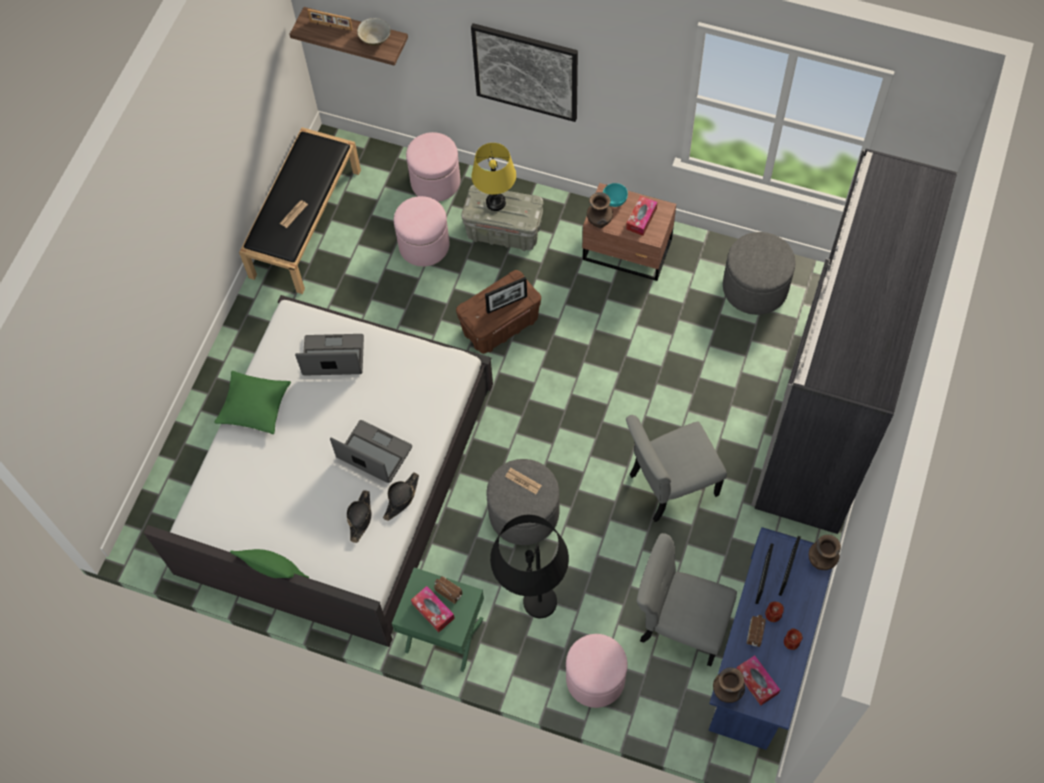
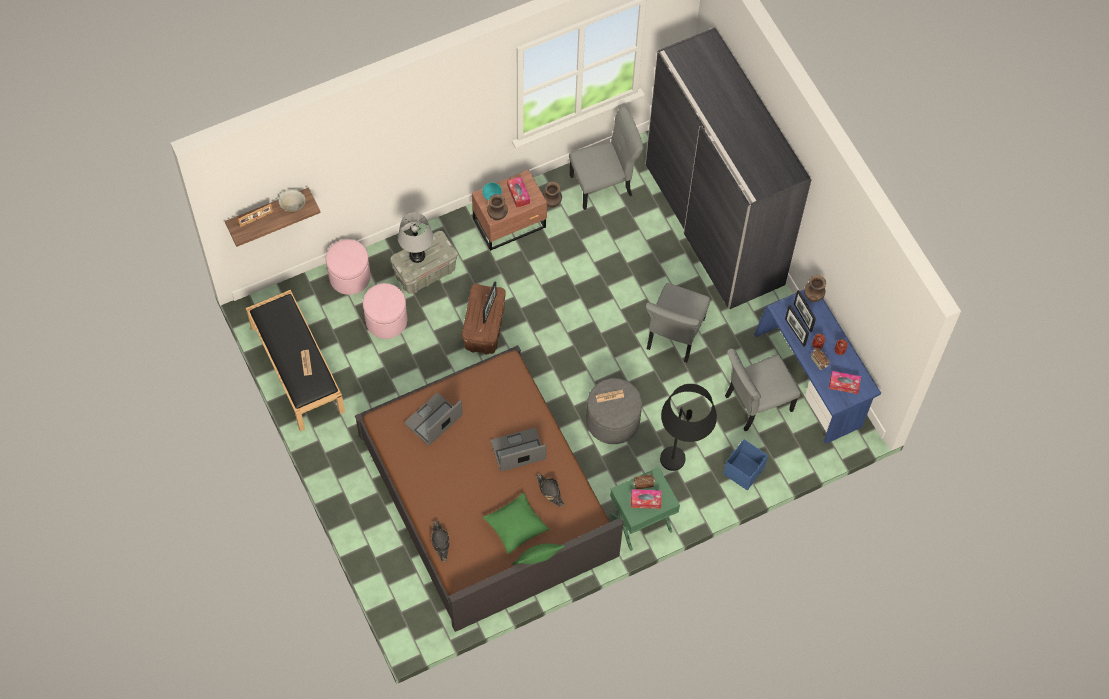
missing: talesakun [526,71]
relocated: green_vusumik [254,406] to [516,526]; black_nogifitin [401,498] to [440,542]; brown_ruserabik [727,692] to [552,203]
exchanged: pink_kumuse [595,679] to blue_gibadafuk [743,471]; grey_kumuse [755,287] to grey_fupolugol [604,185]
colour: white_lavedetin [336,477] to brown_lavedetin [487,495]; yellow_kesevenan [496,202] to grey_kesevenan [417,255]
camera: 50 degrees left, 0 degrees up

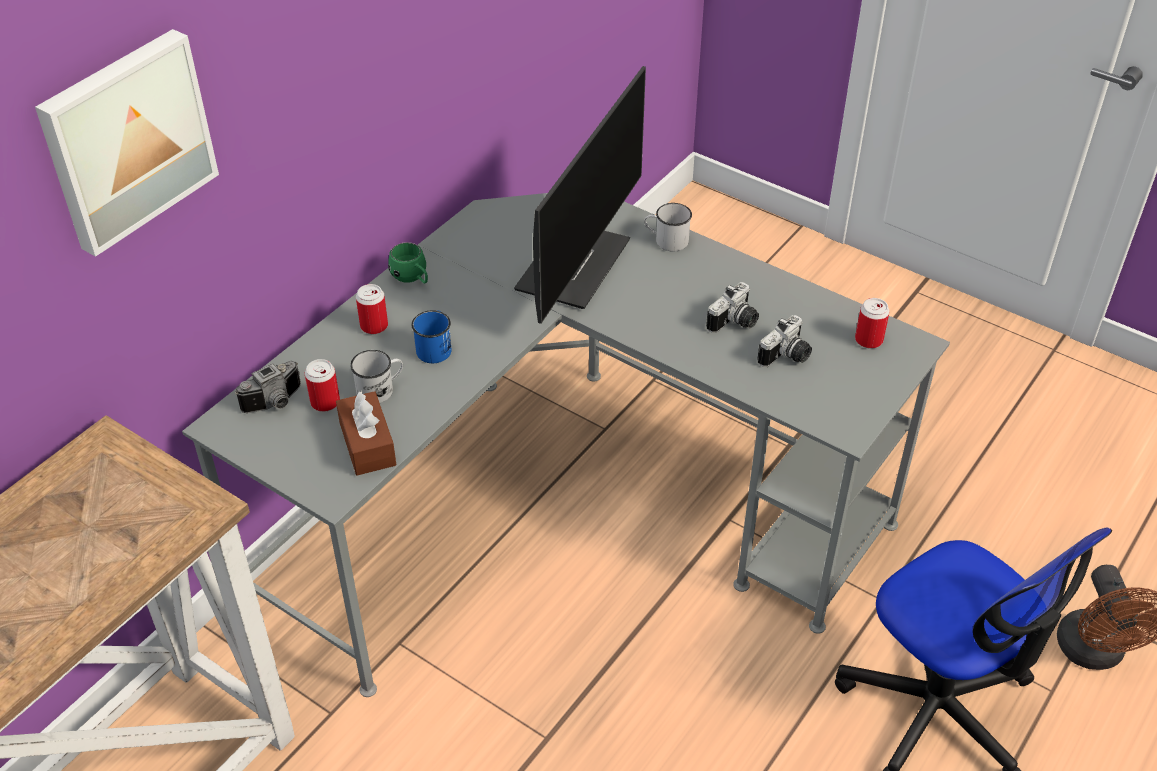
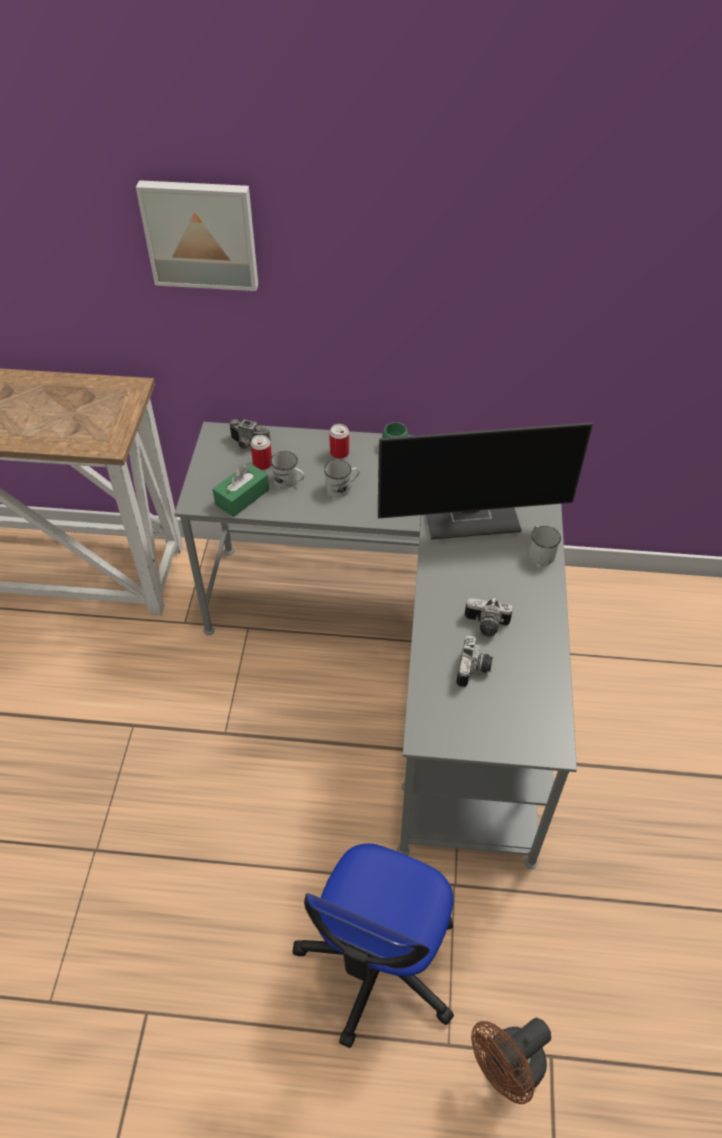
missing: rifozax [868,340]
colour: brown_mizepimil [367,444] to green_mizepimil [242,497]; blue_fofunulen [435,347] to white_fofunulen [342,487]
spun: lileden [787,357] = [474,670] 90 degrees counterclockwise
camera: 60 degrees right, 5 degrees up

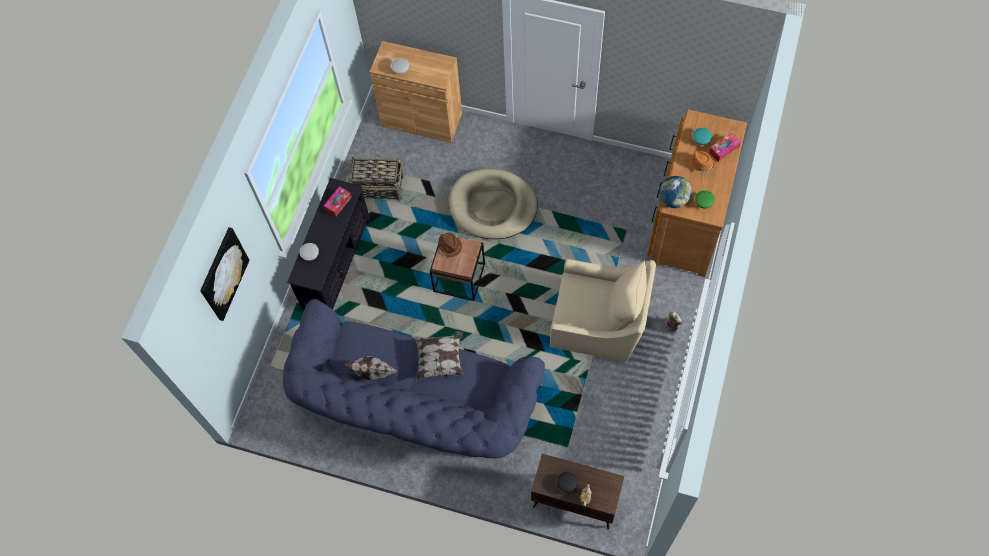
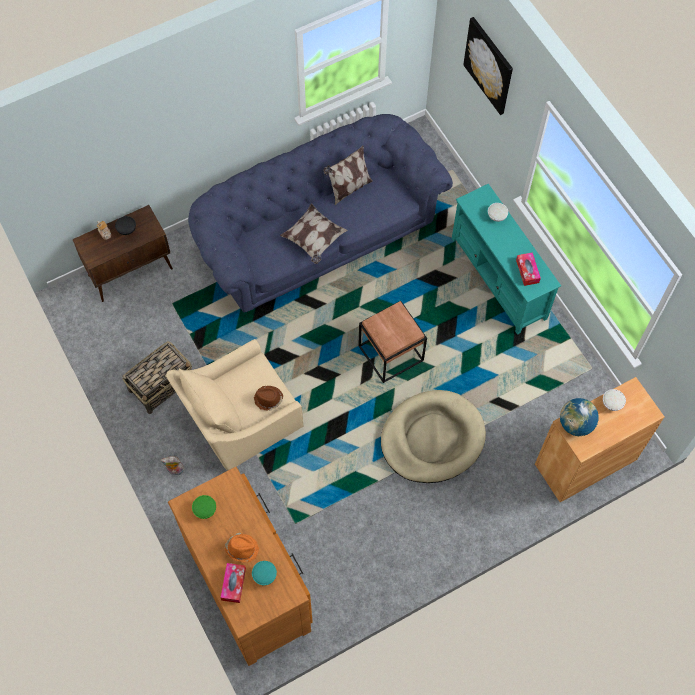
relocated: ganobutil [378,187] to [162,385]; brown_nogifitin [450,245] to [268,399]; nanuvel [673,200] to [575,424]
colour: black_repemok [336,263] to turquoise_repemok [499,278]
camera: 130 degrees right, 0 degrees up

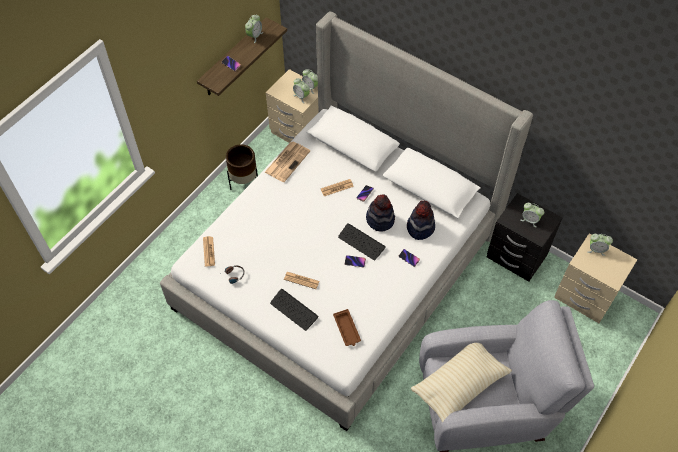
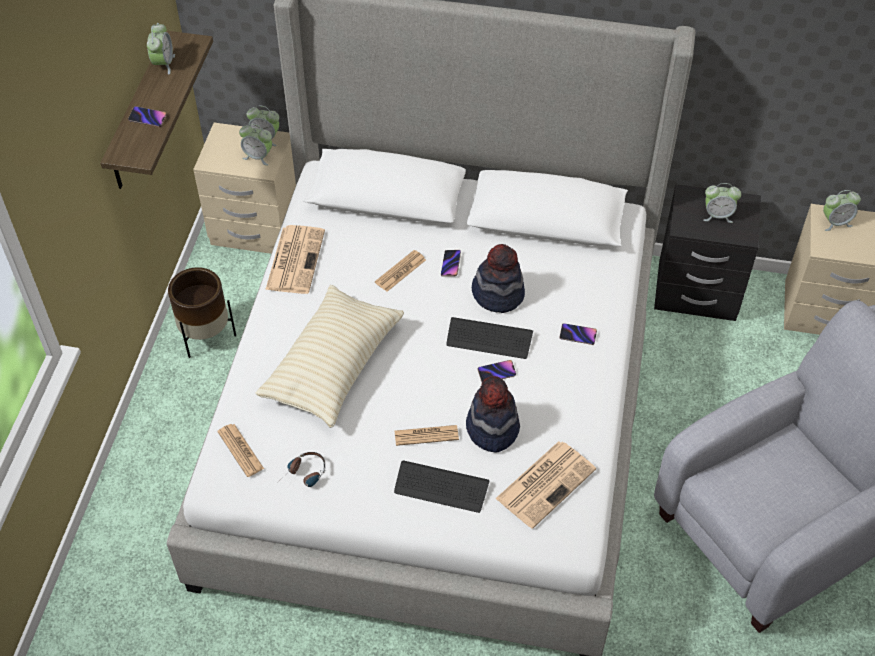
relocated: nogifitin [420,227] to [492,428]; beige_vusumik [459,385] to [333,366]
exchanged: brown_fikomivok [347,329] to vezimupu [546,483]
camera: 25 degrees left, 5 degrees down

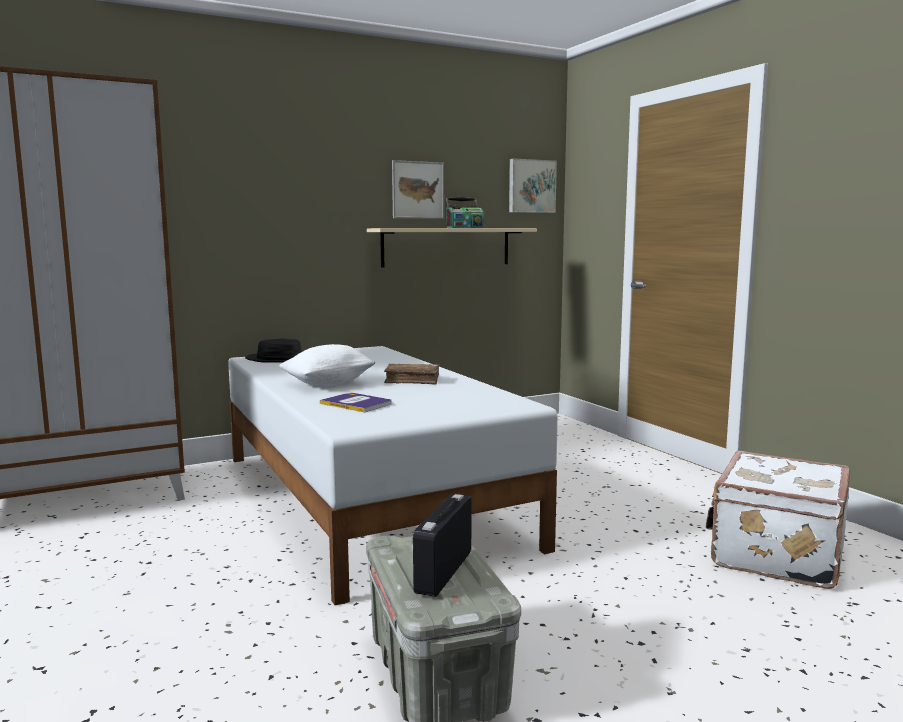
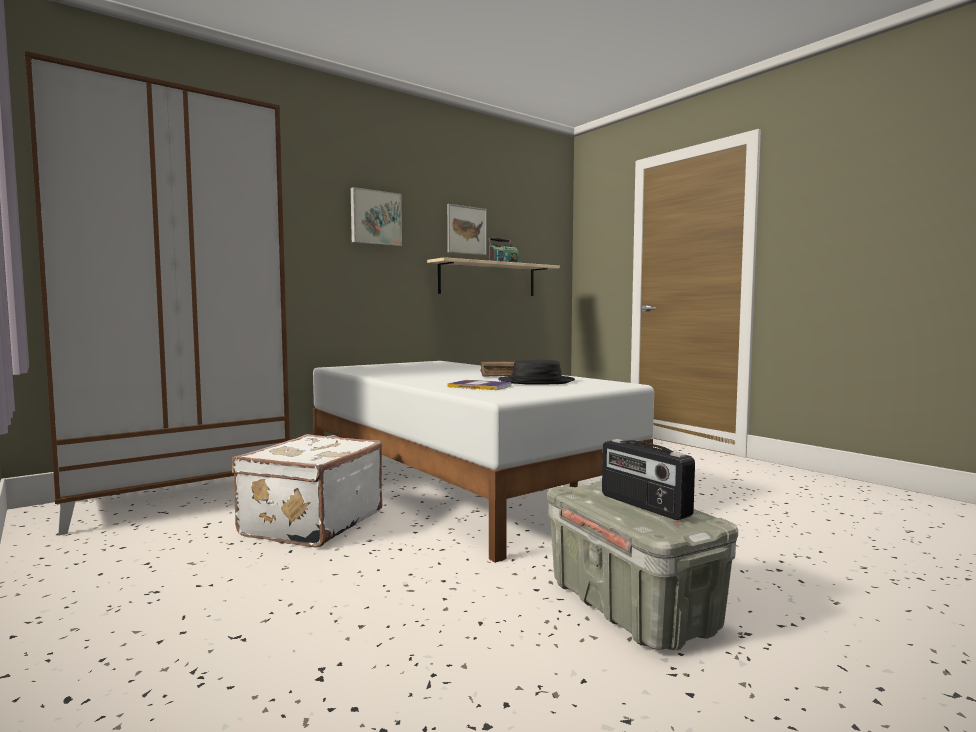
missing: white_vusumik [328,384]
relocated: black_nogifitin [279,359] to [536,381]; talesakun [531,186] to [375,218]; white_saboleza [774,554] to [310,523]
spun: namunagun [442,571] = [644,505] 45 degrees counterclockwise
camera: 10 degrees left, 5 degrees down

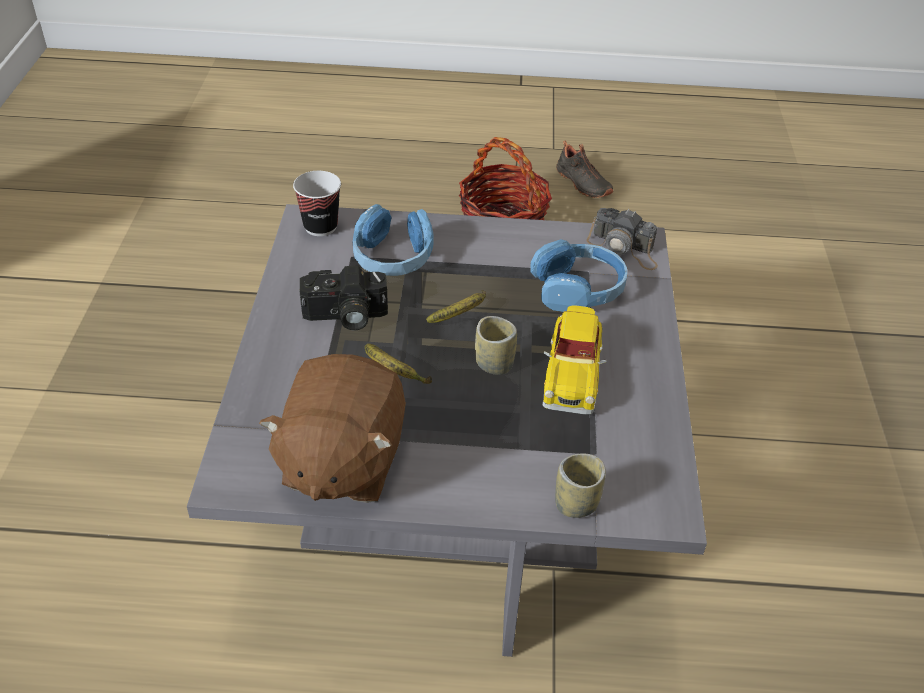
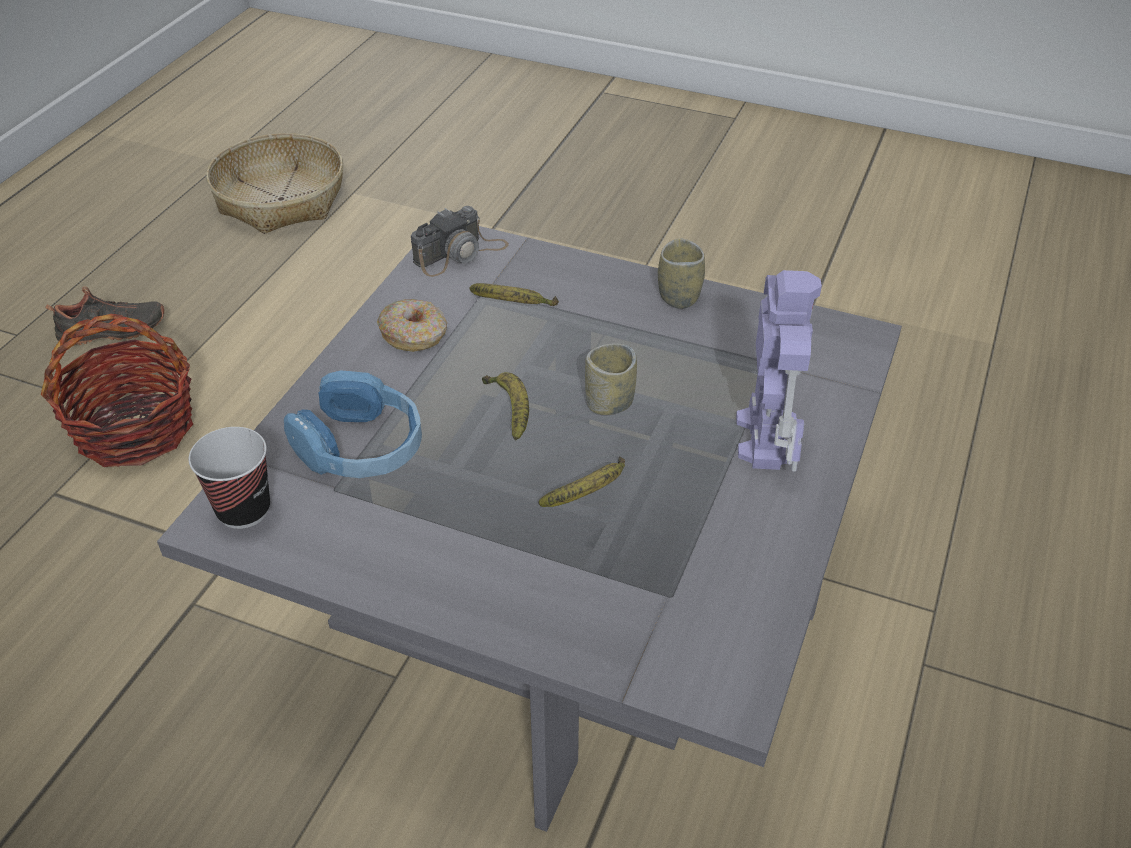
missing: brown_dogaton [341,461]; lileden [345,316]; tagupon [572,371]
appeared: ganobutil [281,199]; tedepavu [414,334]; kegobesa [767,435]
relocated: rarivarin [576,504] to [679,297]
exchanged: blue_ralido [578,289] to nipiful [512,305]
camera: 70 degrees left, 0 degrees up

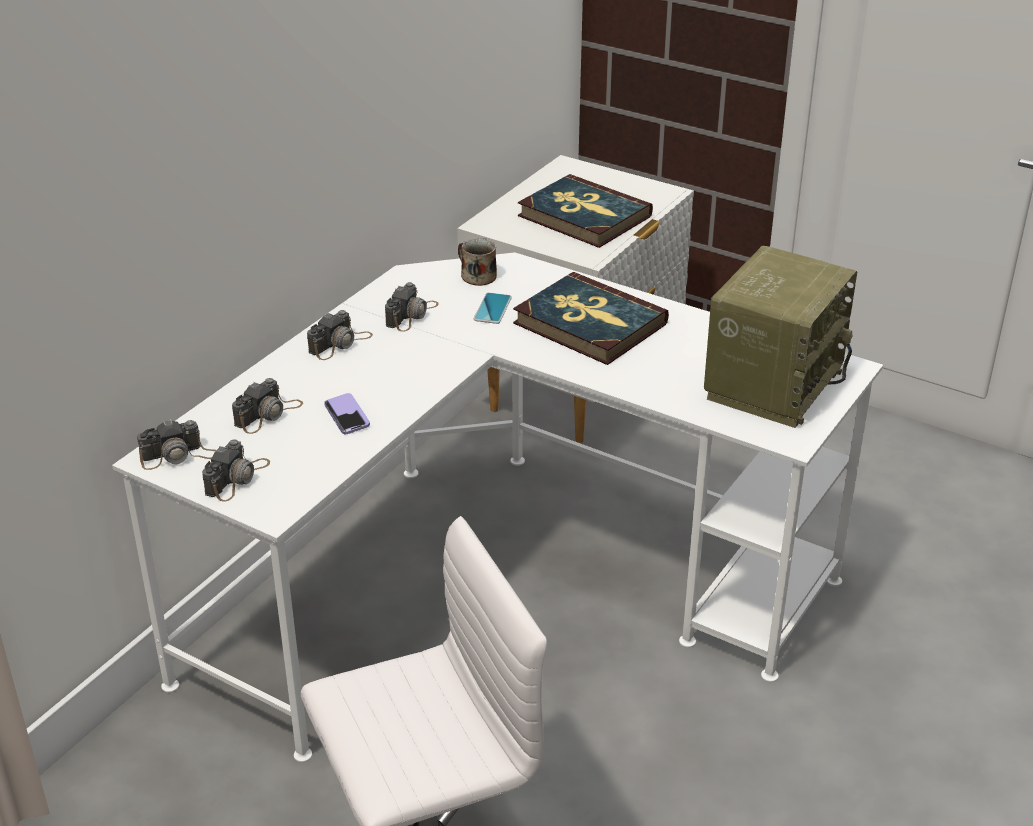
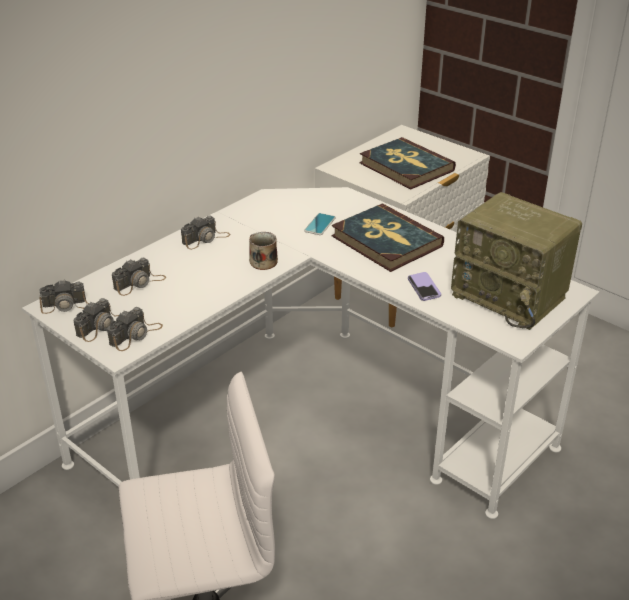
relocated: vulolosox [347,415] to [424,287]; lileden [412,314] to [136,335]; fofunulen [477,276] to [262,261]
spun: namunagun [773,382] = [511,296] 90 degrees clockwise
camera: 10 degrees right, 0 degrees up

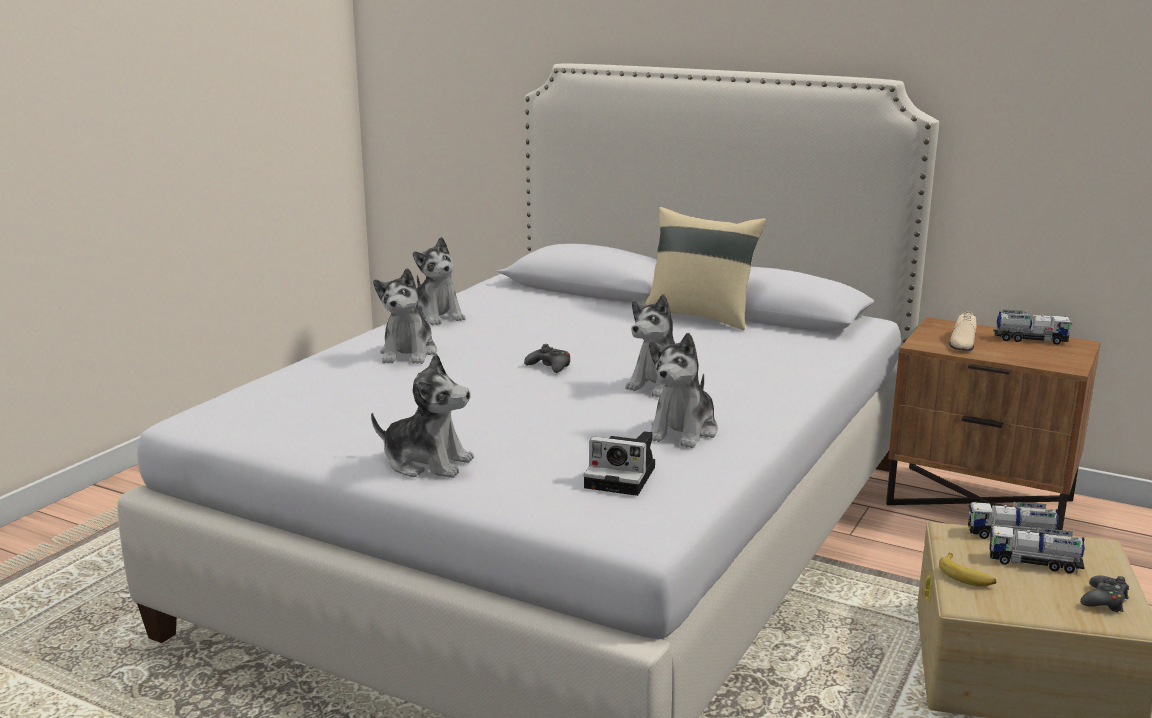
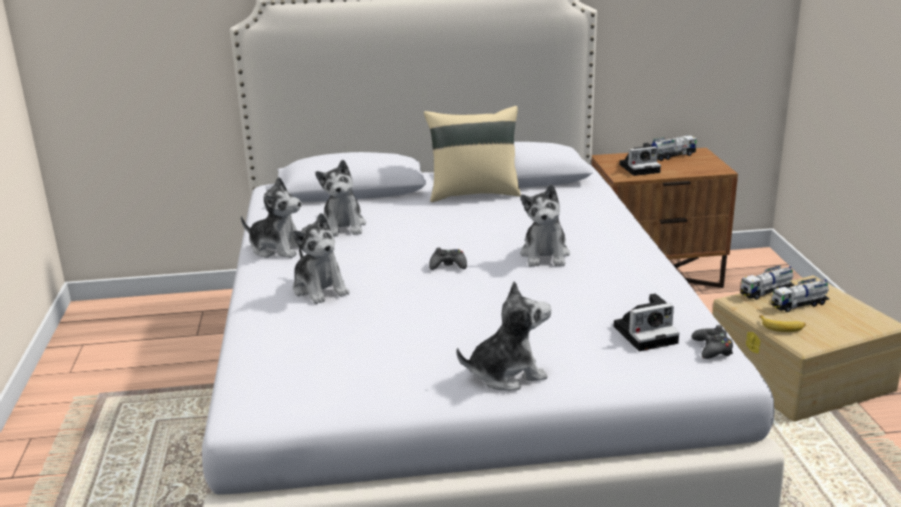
relocated: dogaton [683,431] to [343,226]; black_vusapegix [1104,600] to [712,349]
exchanged: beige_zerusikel [962,342] to lileden [640,168]
camera: 35 degrees left, 5 degrees up

